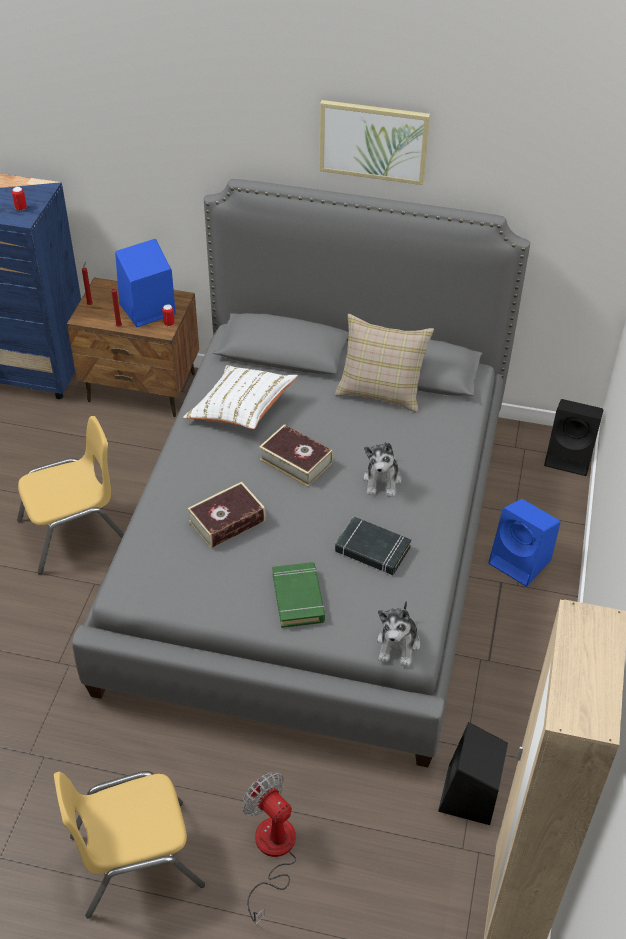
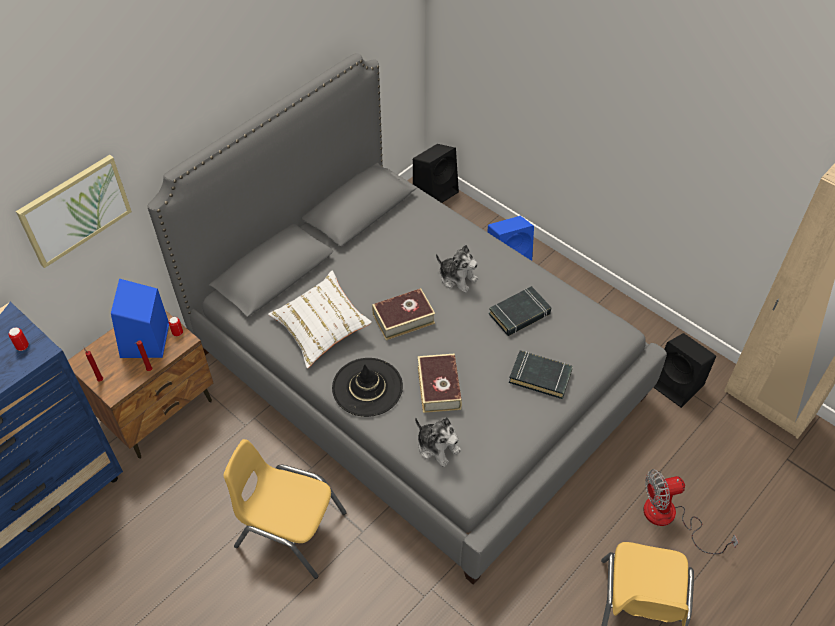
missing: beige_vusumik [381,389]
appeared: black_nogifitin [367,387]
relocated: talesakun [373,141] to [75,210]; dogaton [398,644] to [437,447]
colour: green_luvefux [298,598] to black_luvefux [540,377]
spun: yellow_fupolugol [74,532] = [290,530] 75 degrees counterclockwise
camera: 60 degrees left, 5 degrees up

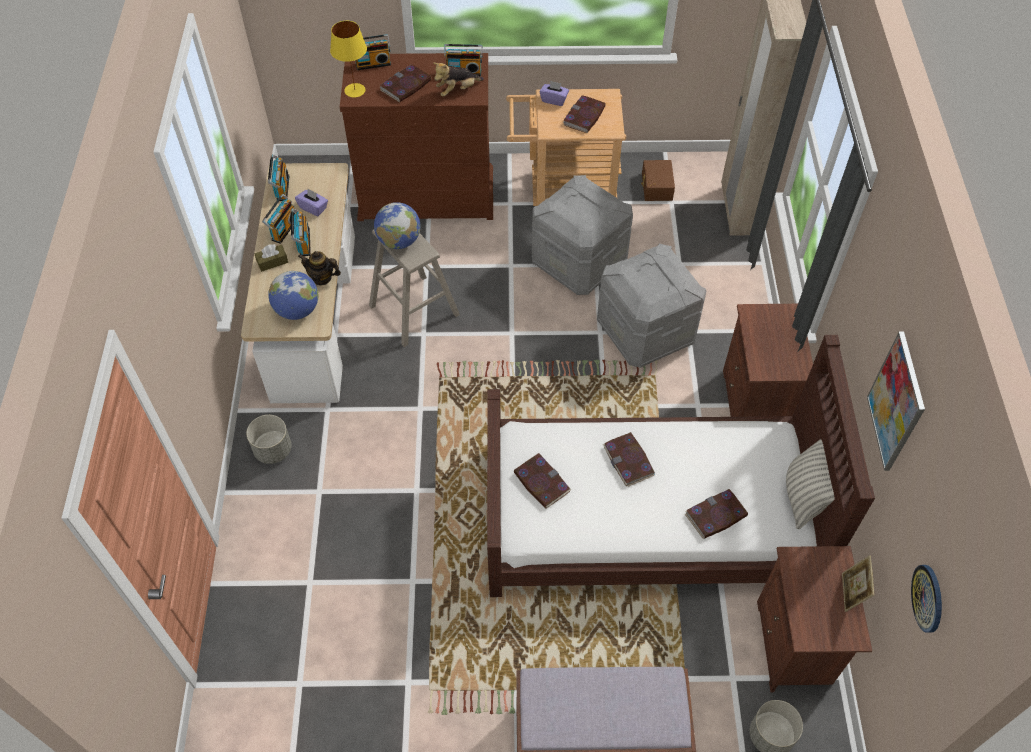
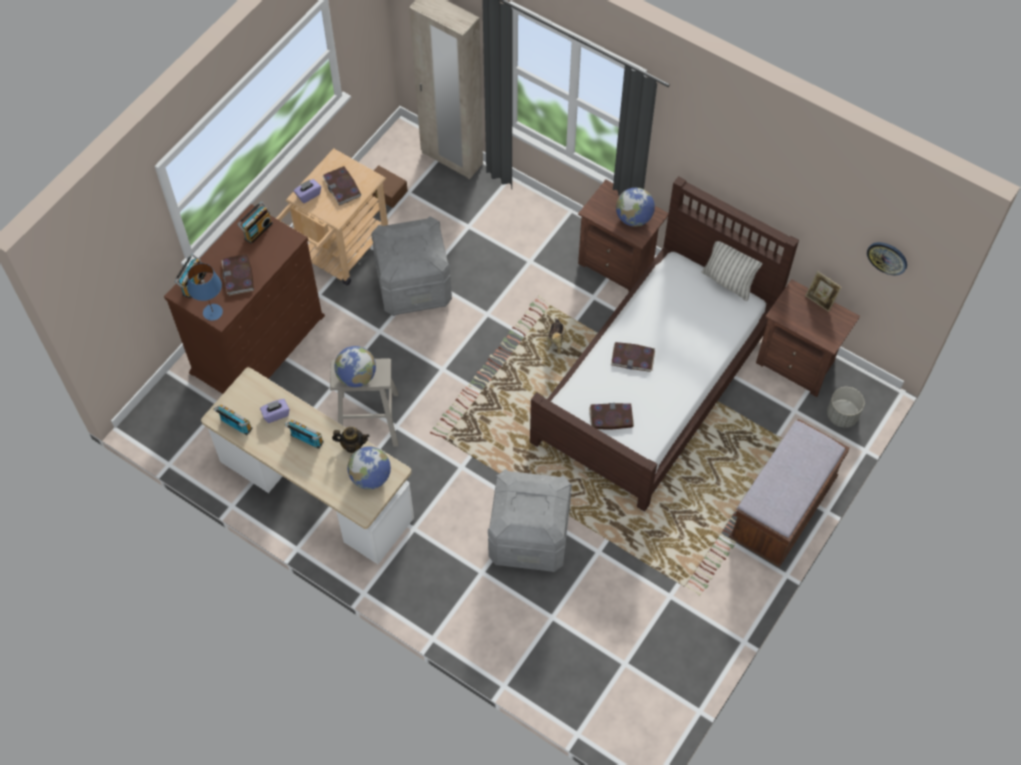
missing: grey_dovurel [273,450]; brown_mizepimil [272,262]; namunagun [283,229]; luvefux [716,515]; talesakun [896,402]
appeared: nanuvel [633,218]
relocated: dogaton [457,90] to [555,341]; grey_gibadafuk [646,332] to [529,536]
colour: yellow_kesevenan [354,90] to blue_kesevenan [213,312]
spun: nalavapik [322,278] = [352,445] 135 degrees counterclockwise
camera: 55 degrees left, 5 degrees up

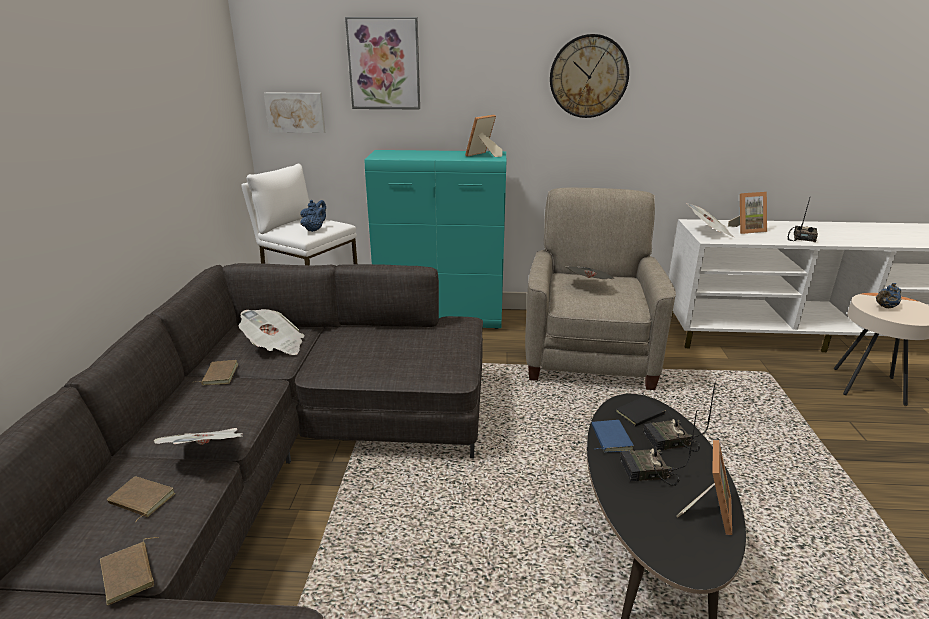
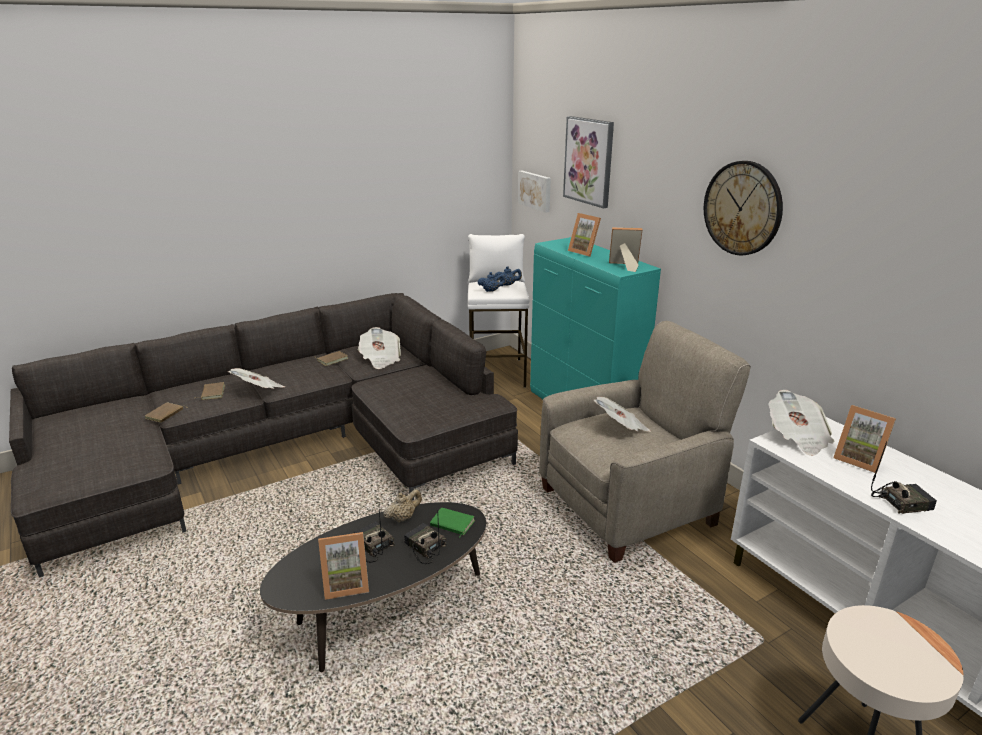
missing: blue_nalavapik [885,307]
appeared: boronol [585,252]
exchanged: blue_luvefux [609,438] to beige_nalavapik [403,518]
colour: black_luvefux [641,415] to green_luvefux [451,524]
camera: 55 degrees right, 0 degrees up

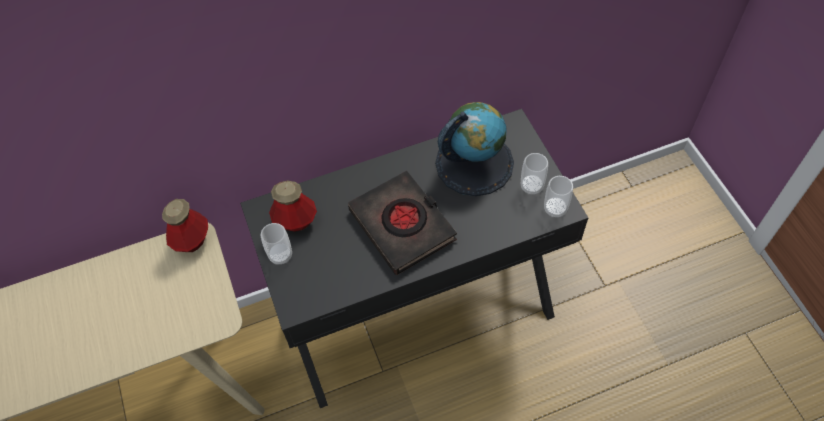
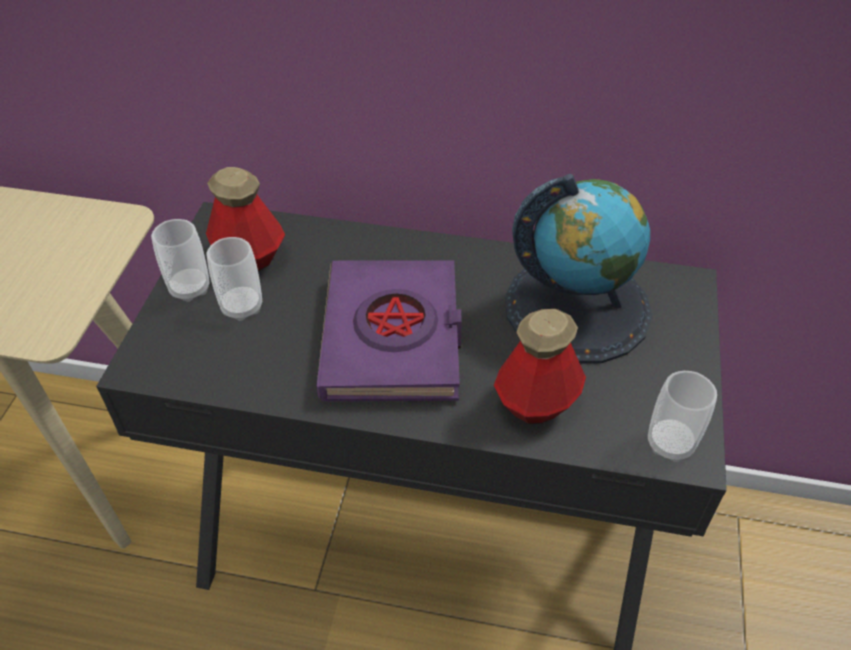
relocated: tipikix [192,240] to [536,403]; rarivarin [531,186] to [242,307]
colour: black_luvefux [403,225] to purple_luvefux [393,338]
camera: 30 degrees right, 10 degrees down

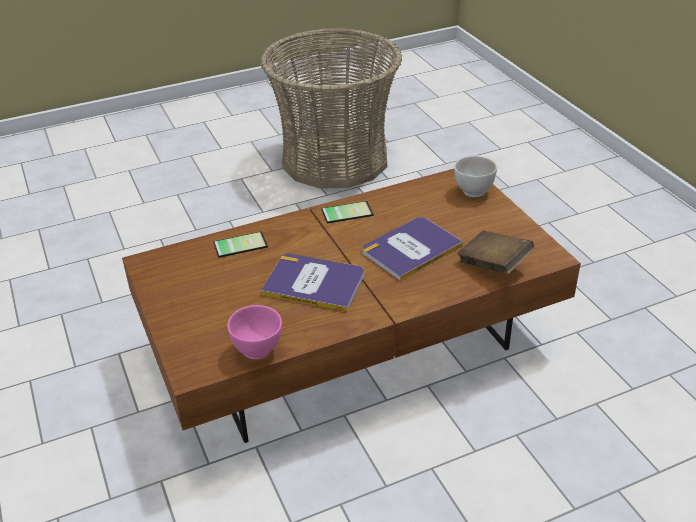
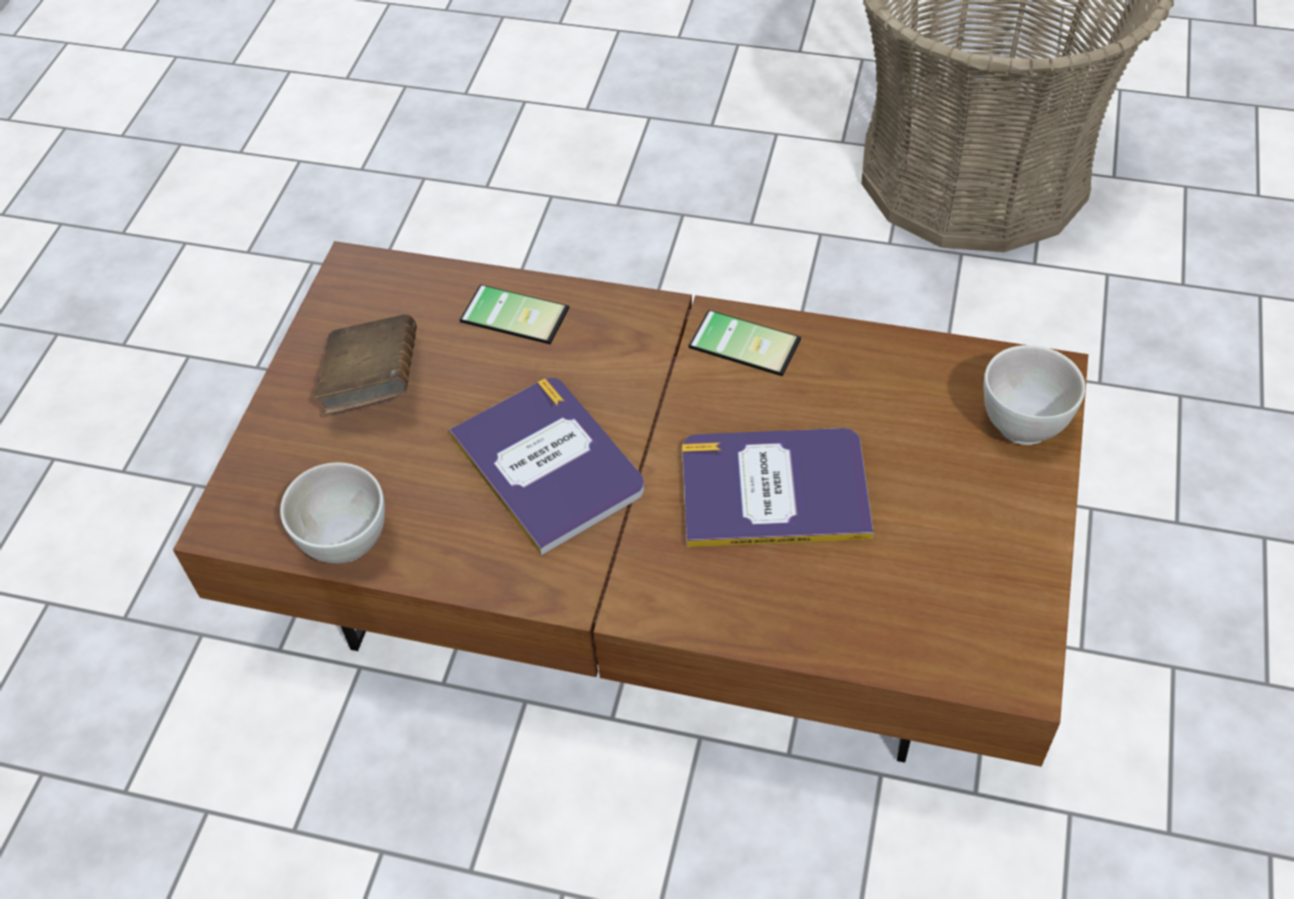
relocated: brown_luvefux [493,265] to [374,384]
colour: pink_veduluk [258,350] to white_veduluk [346,543]
camera: 40 degrees right, 15 degrees up

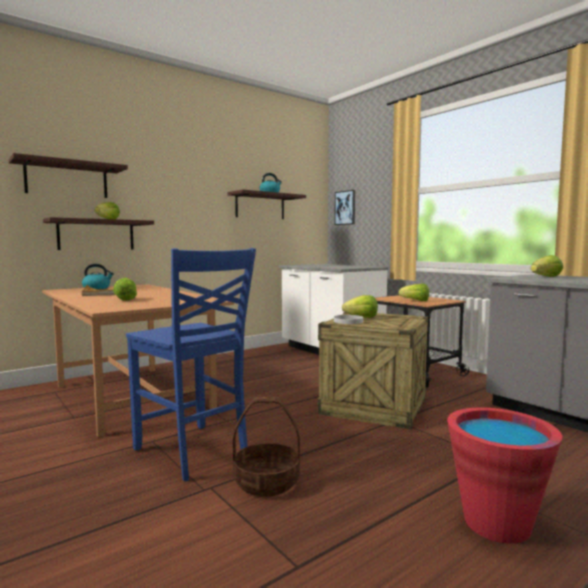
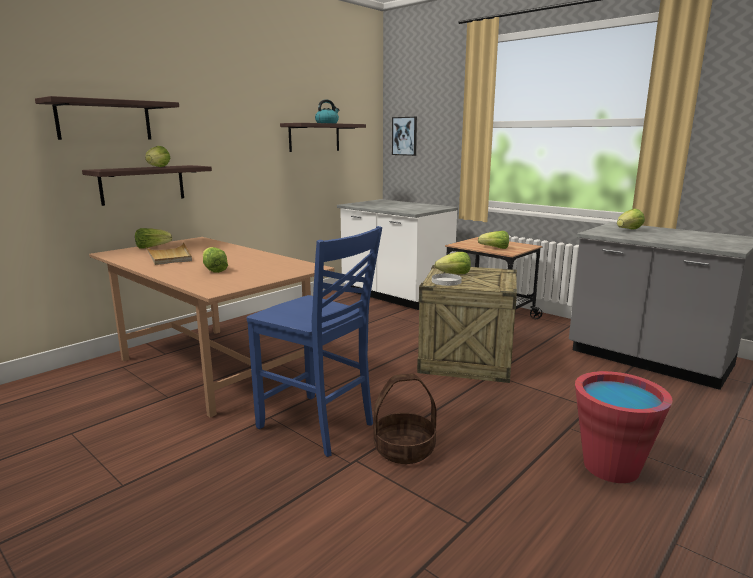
exchanged: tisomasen [97,288] to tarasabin [152,247]
camera: 10 degrees left, 10 degrees up

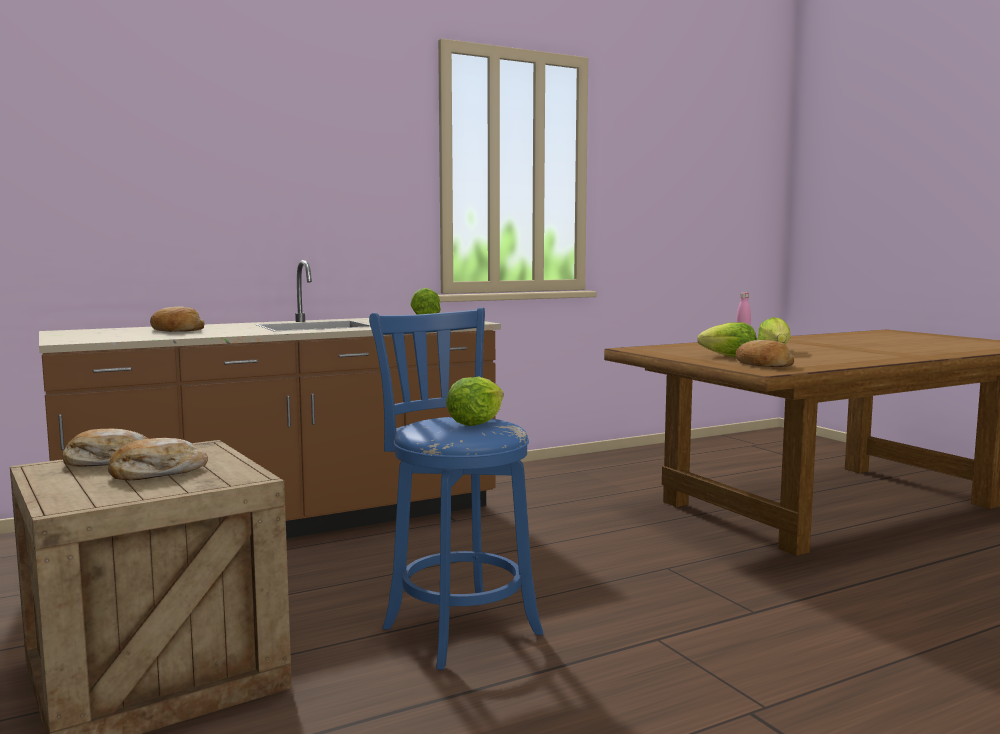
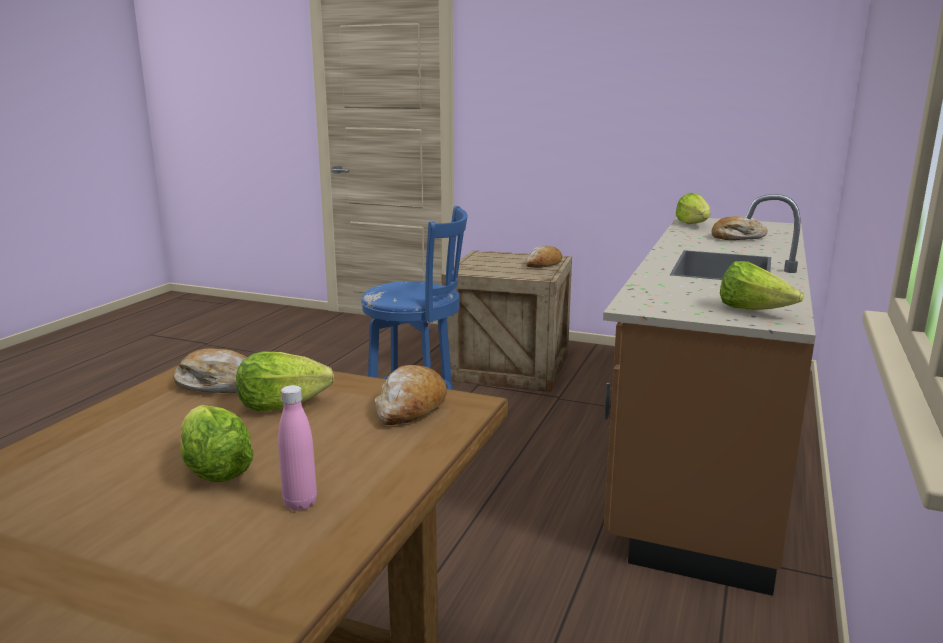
relocated: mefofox [157,473] to [410,407]; tarasabin [476,423] to [693,224]
camera: 140 degrees right, 10 degrees up

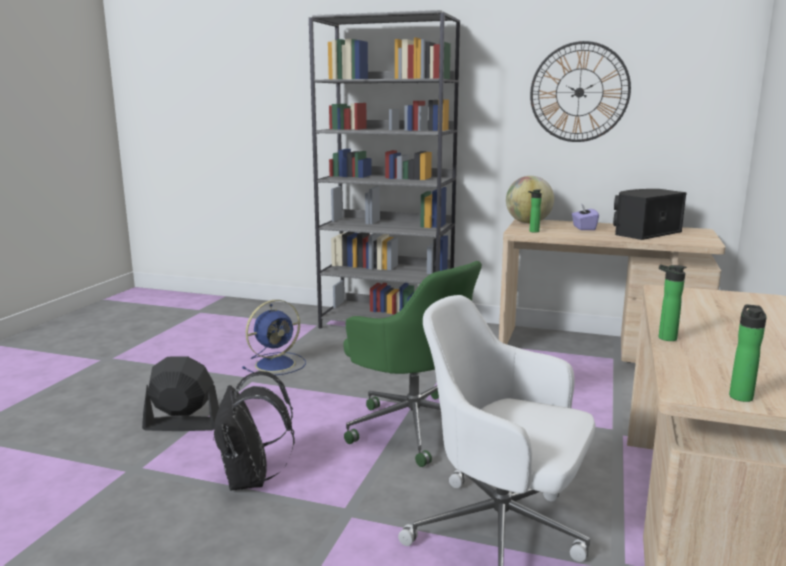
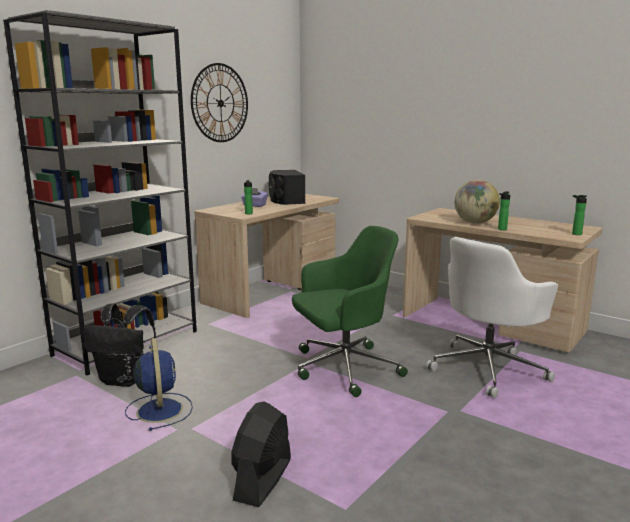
relocated: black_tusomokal [251,480] to [125,380]; nanuvel [528,223] to [474,223]
camera: 70 degrees left, 0 degrees up

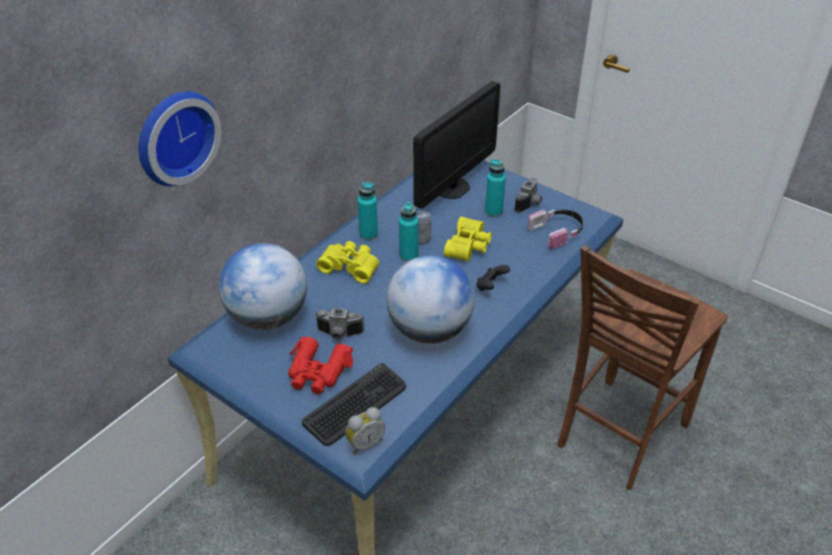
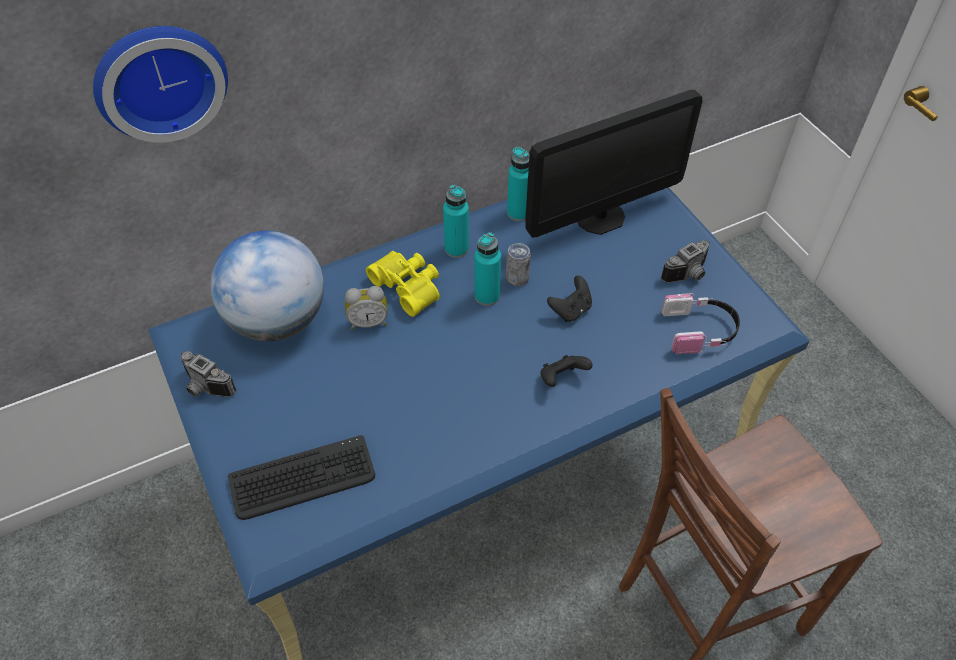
missing: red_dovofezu [318,372]; nanuvel [429,330]
relocated: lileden [339,334] to [205,388]; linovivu [364,443] to [368,322]; turquoise_tipikix [493,211] to [518,213]
exchanged: yellow_dovofezu [469,246] to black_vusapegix [570,310]
camera: 25 degrees right, 10 degrees up

